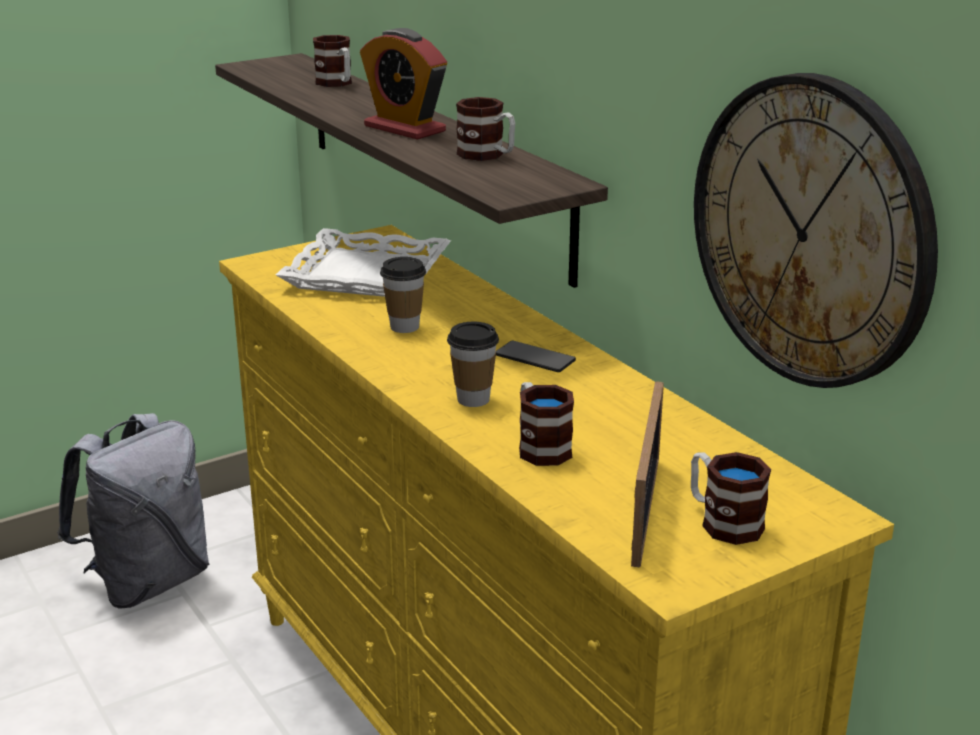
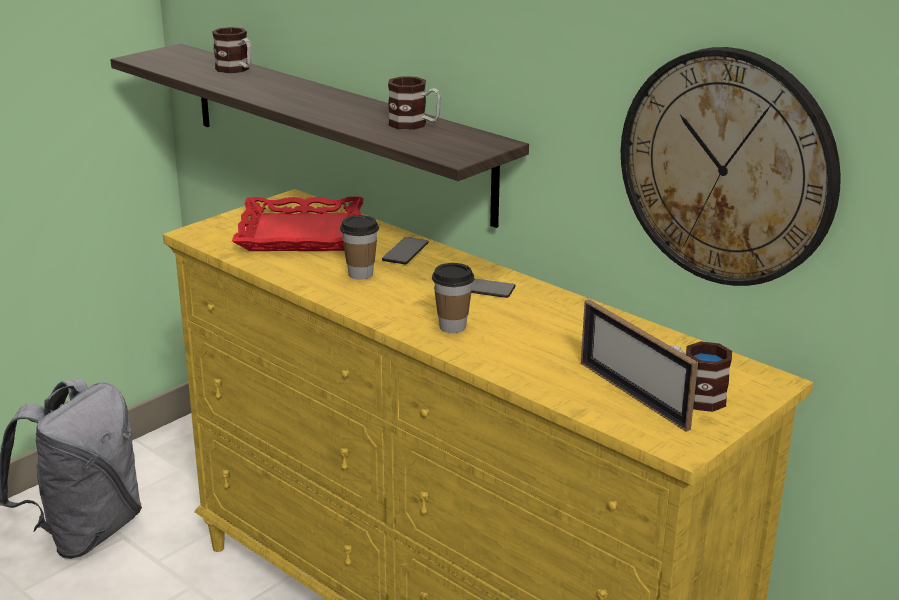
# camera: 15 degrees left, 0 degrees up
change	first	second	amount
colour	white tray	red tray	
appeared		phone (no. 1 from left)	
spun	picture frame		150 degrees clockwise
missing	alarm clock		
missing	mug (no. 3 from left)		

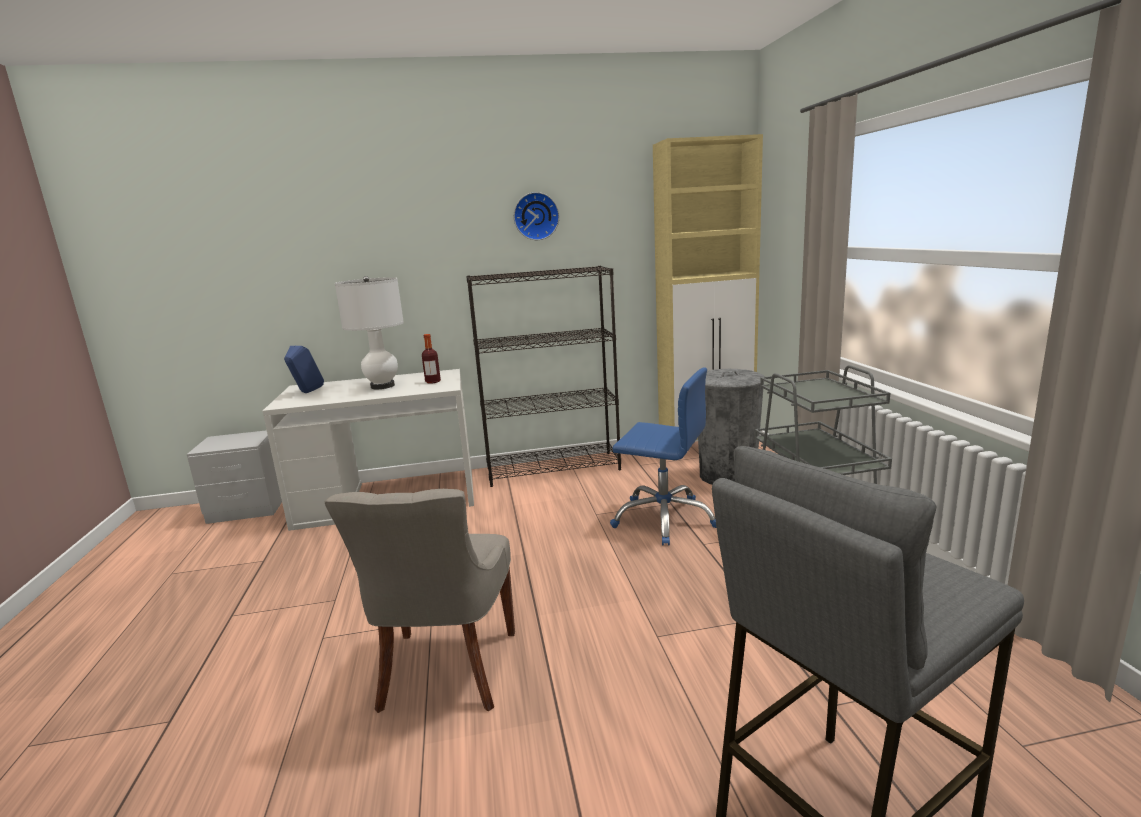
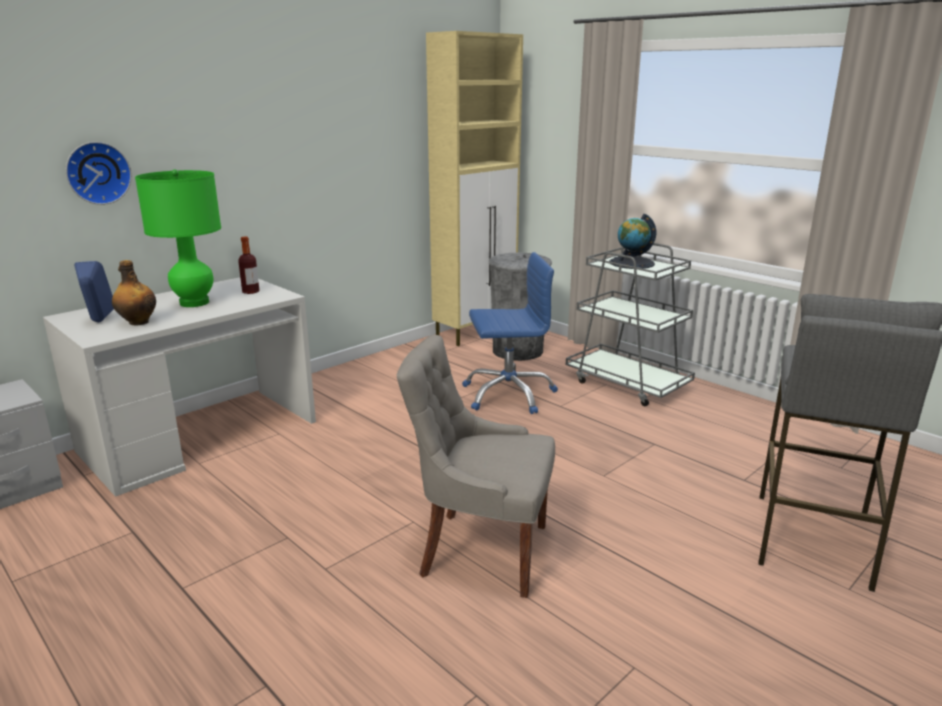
# camera: 35 degrees left, 5 degrees up
change	first	second	amount
relocated	wall clock		
appeared		bottle (no. 1 from left)	
colour	white table lamp	green table lamp	
spun	grey chair		135 degrees clockwise
appeared		globe	
missing	black bookcase		

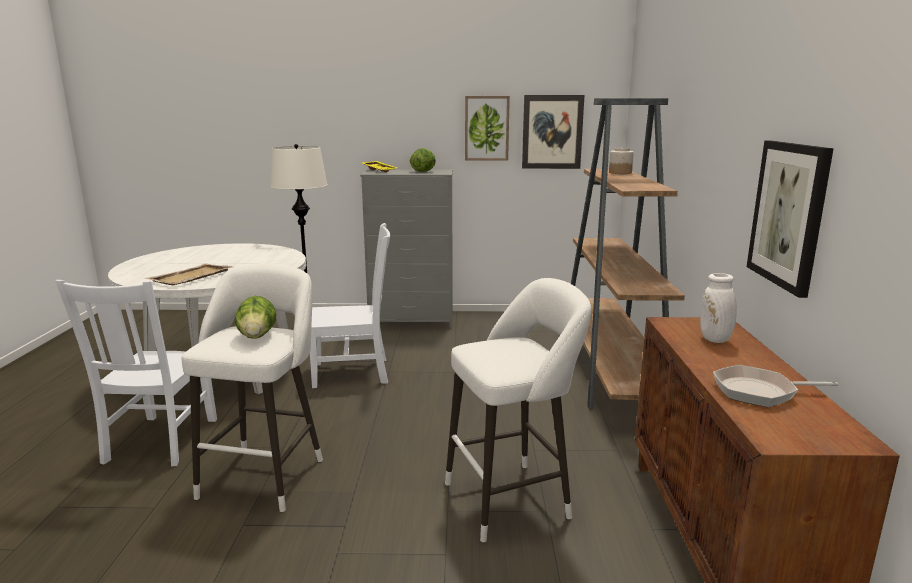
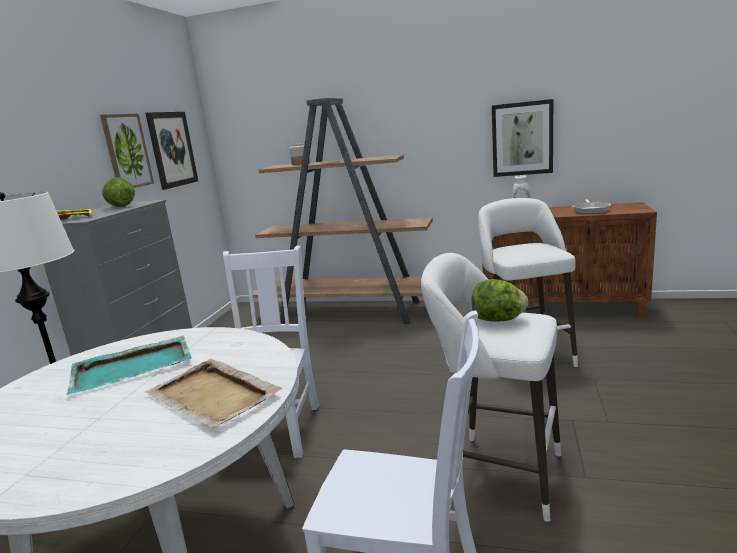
# camera: 75 degrees left, 0 degrees up
change	first	second	amount
appeared		turquoise tray	

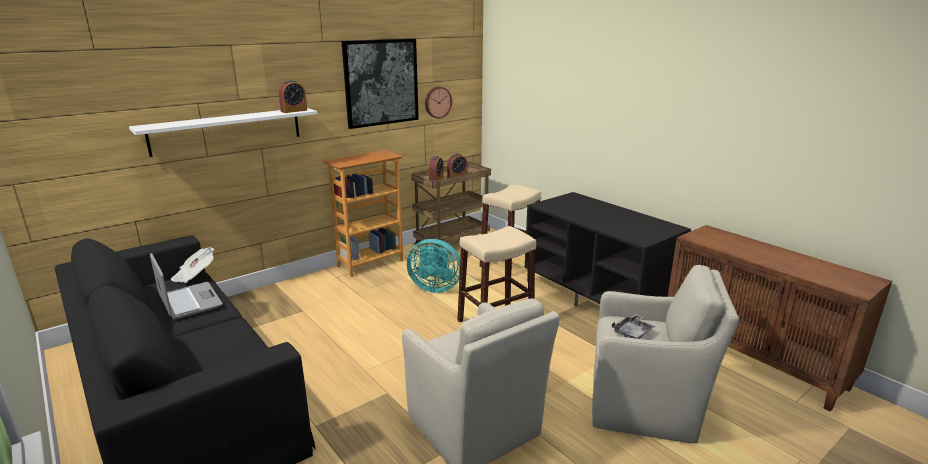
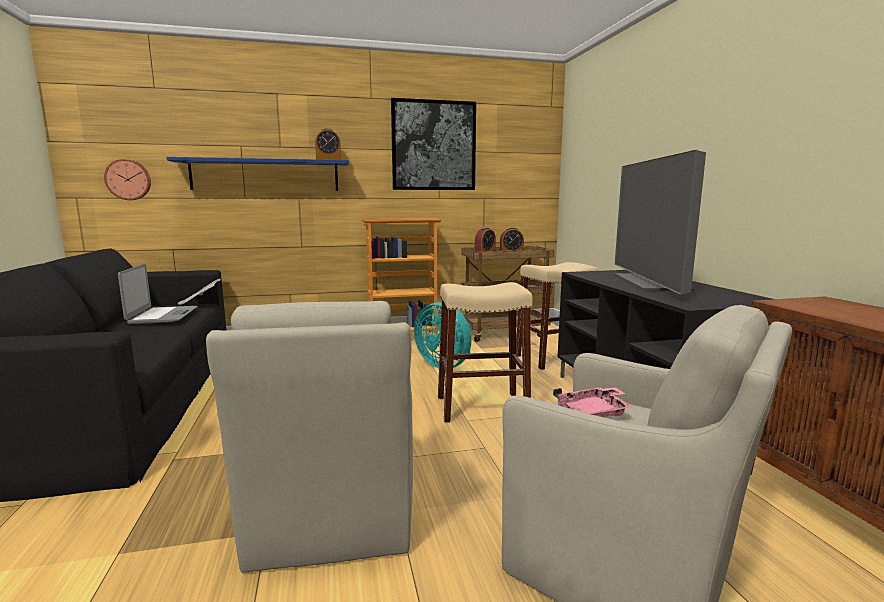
# camera: 25 degrees right, 10 degrees down
change	first	second	amount
relocated	wall clock		
colour	white shelf	blue shelf	
colour	grey tray	pink tray	
appeared		television	

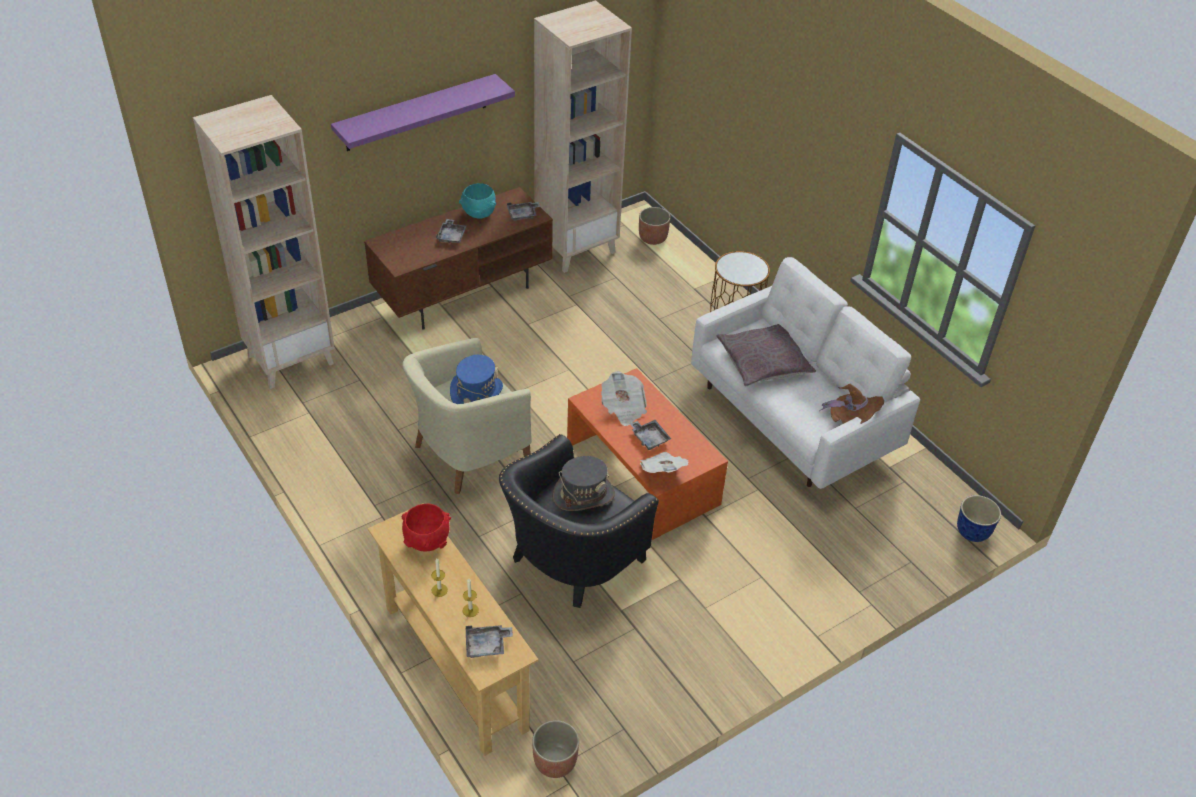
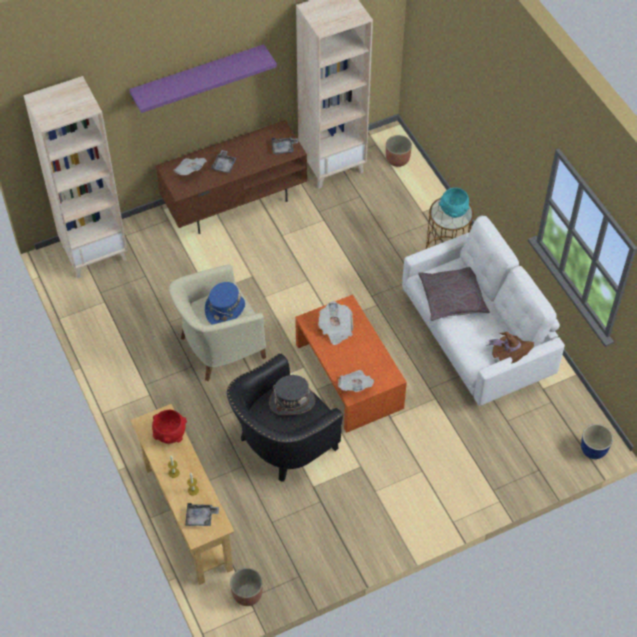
# camera: 10 degrees right, 10 degrees up
change	first	second	amount
appeared		newspaper (no. 1 from left)	
relocated	turquoise bowl		
missing	grey tray (no. 4 from left)		

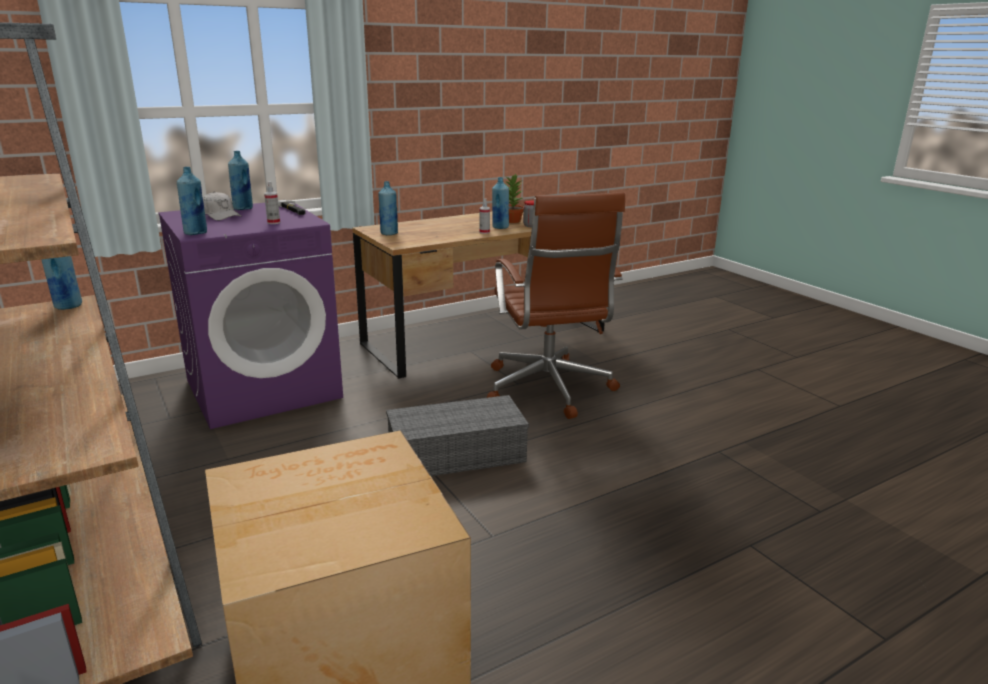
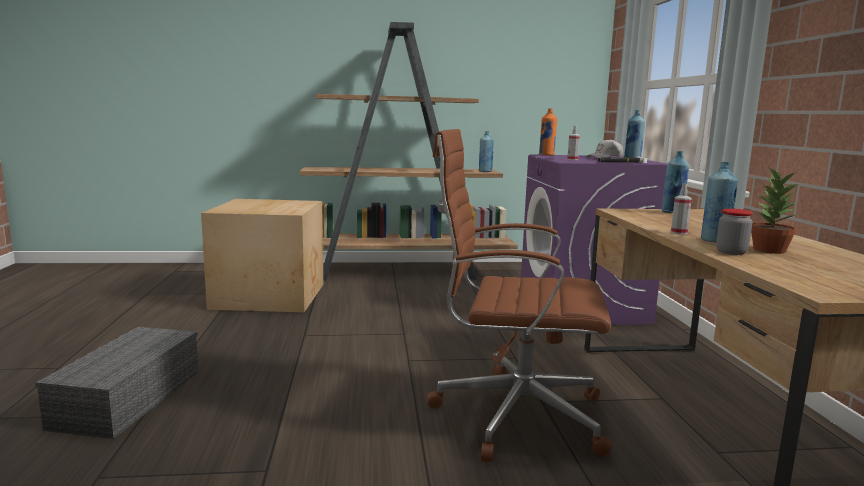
# camera: 115 degrees right, 10 degrees down
change	first	second	amount
relocated	grey storage box		
colour	blue bottle (no. 2 from left)	orange bottle	

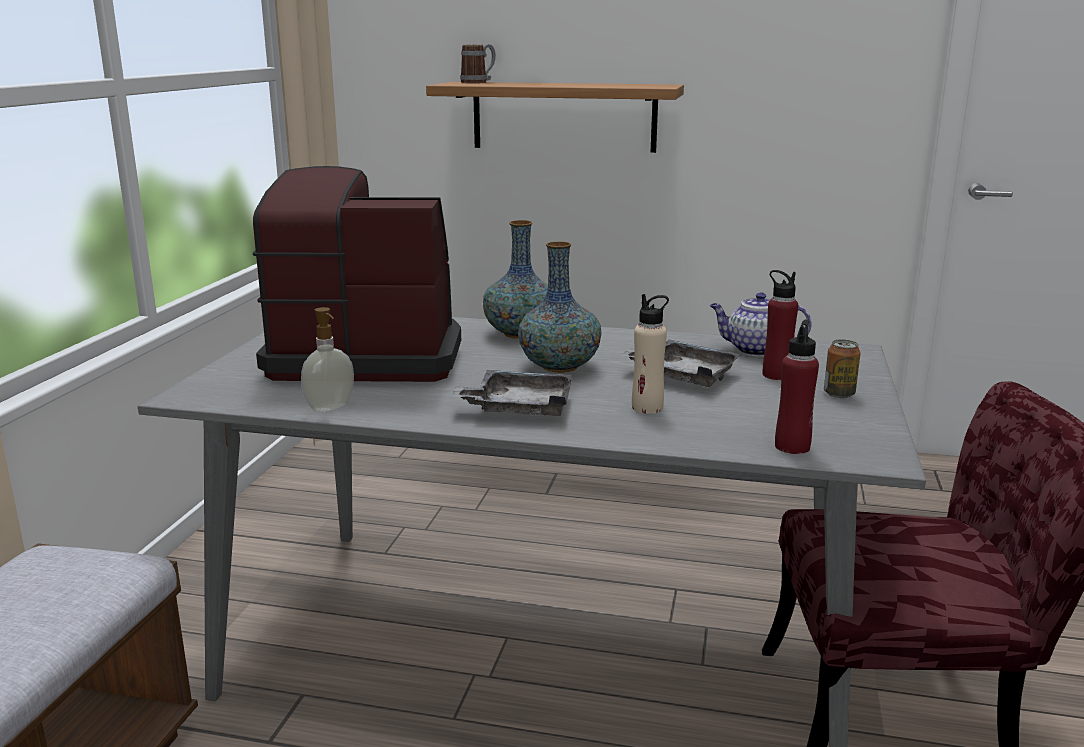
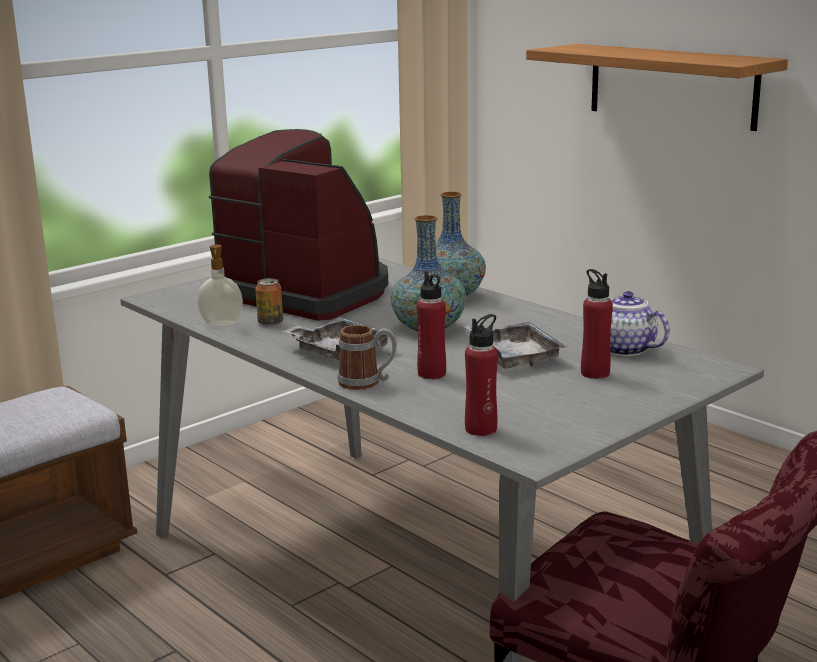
# camera: 35 degrees right, 0 degrees up
change	first	second	amount
relocated	can		
relocated	mug		
colour	beige bottle	red bottle (no. 1 from left)	

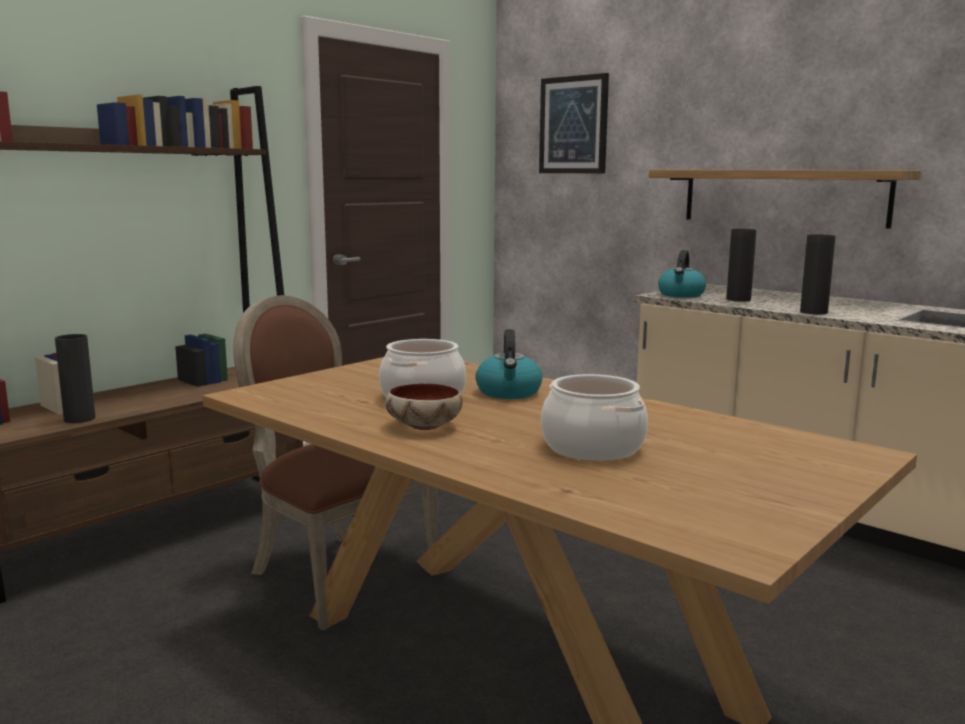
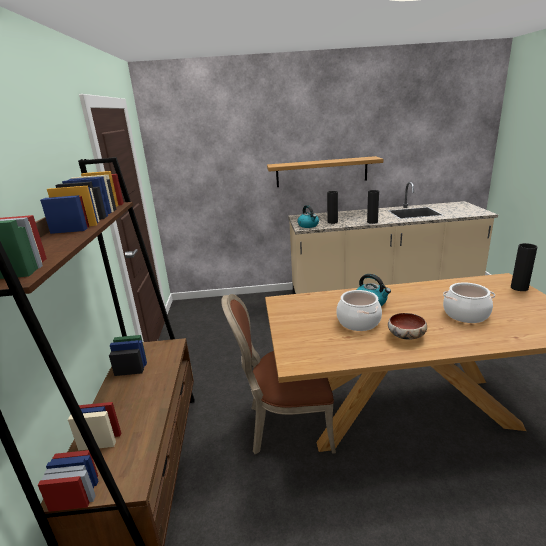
# camera: 45 degrees left, 10 degrees up
change	first	second	amount
relocated	black vase (no. 1 from left in the first image)	black vase (no. 3 from left)	
missing	picture		

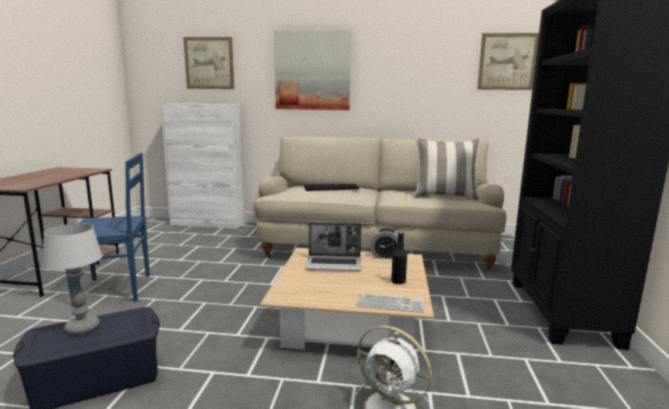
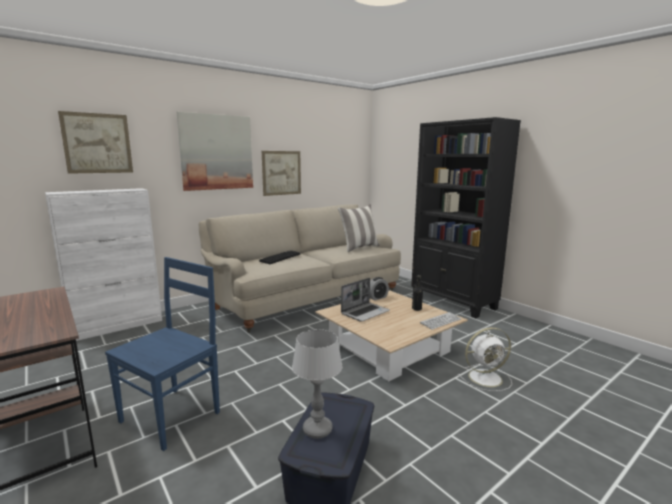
# camera: 45 degrees left, 0 degrees up
change	first	second	amount
relocated	picture (no. 3 from left)		

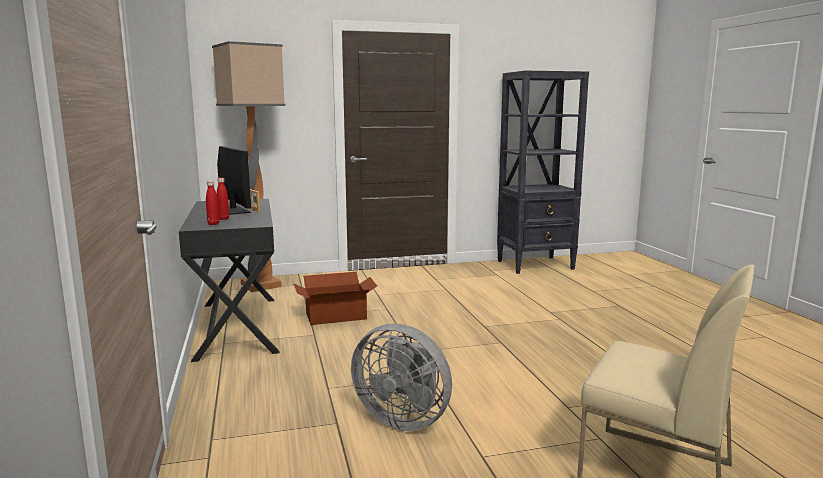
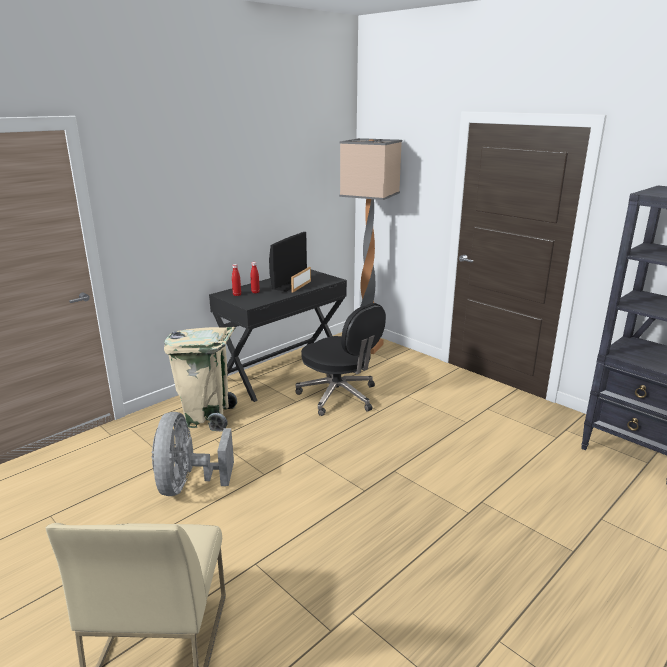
# camera: 60 degrees right, 10 degrees up
change	first	second	amount
appeared		beige trash can	
exchanged	cardboard box	black office chair	

